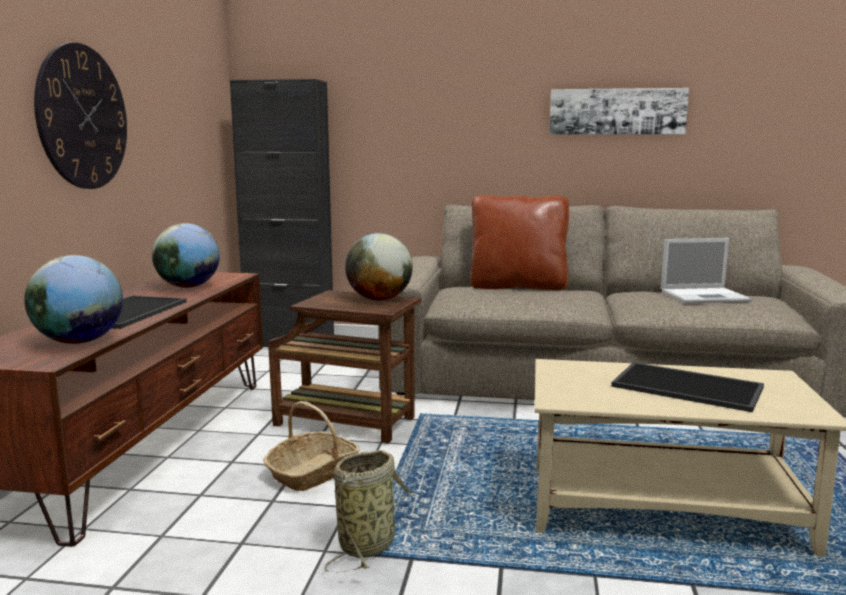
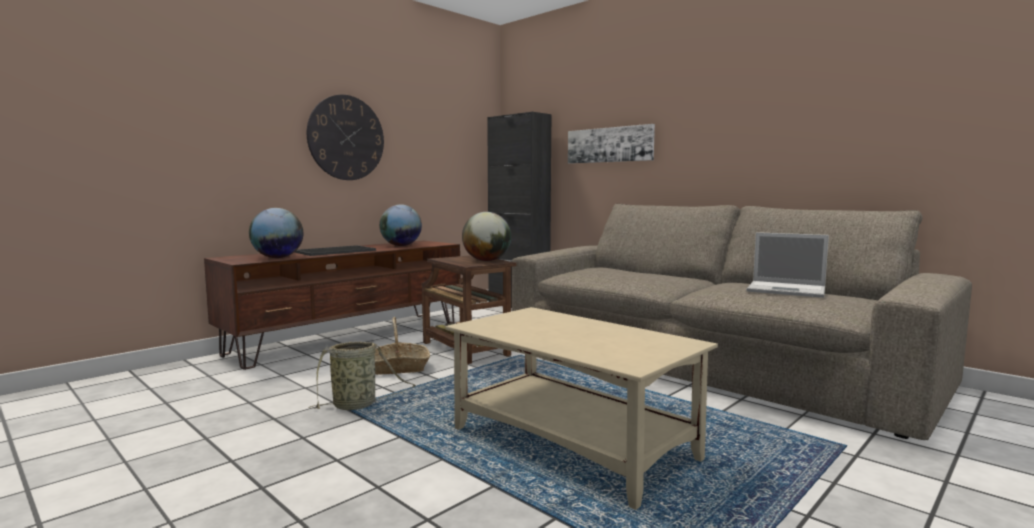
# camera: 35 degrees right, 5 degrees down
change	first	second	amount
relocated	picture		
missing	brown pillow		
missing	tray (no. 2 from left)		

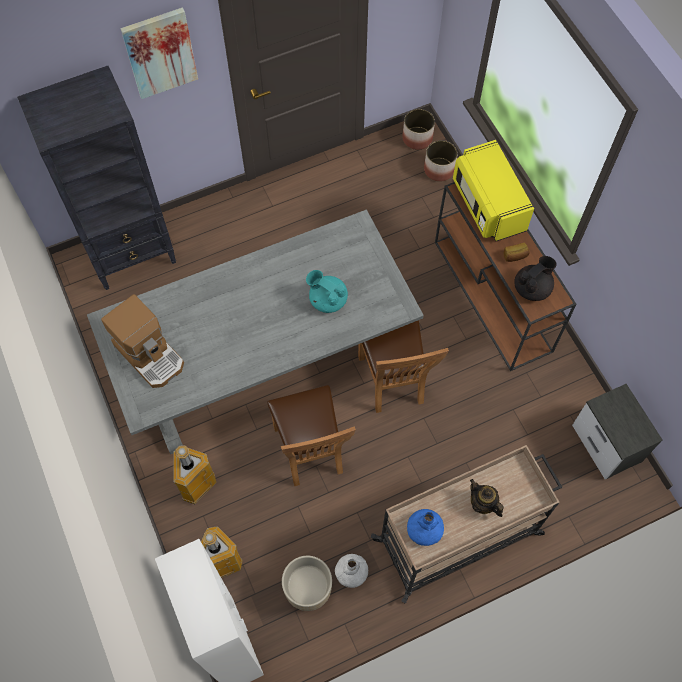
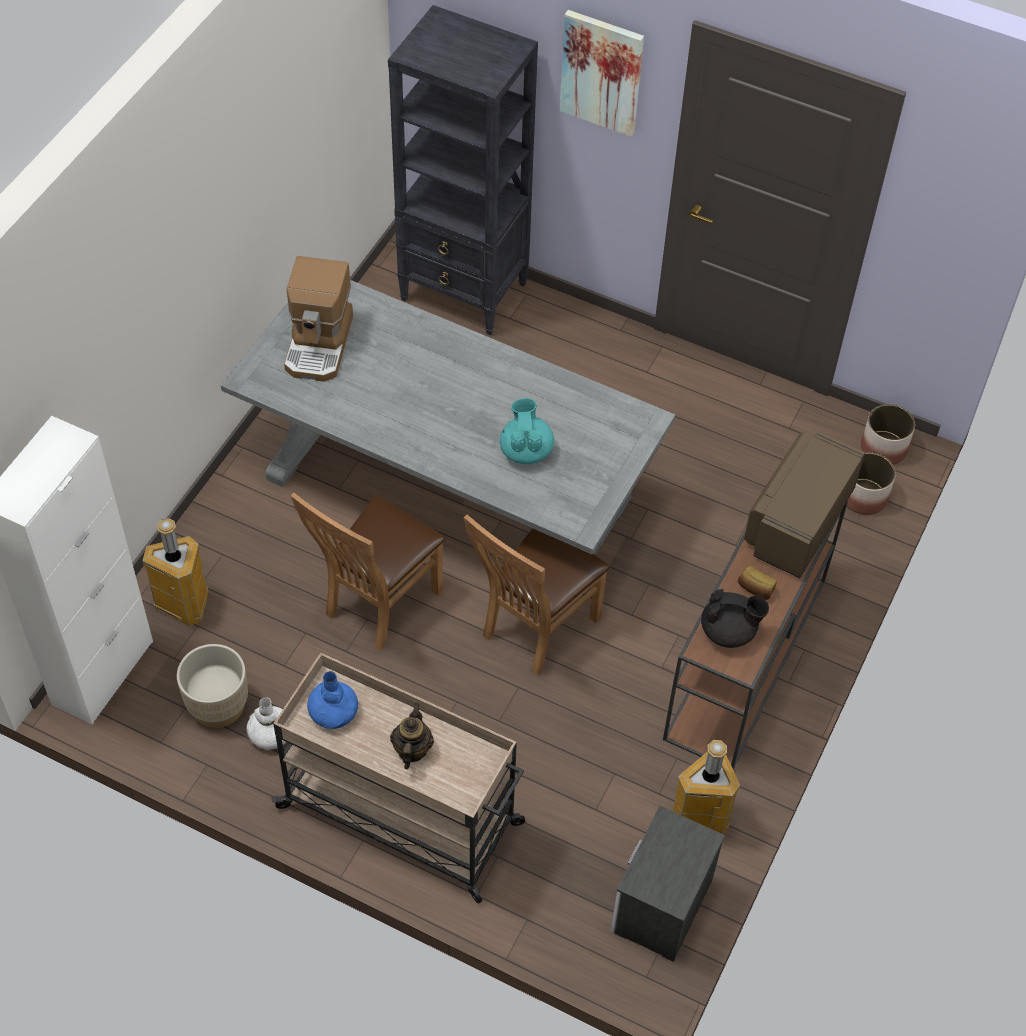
# camera: 50 degrees right, 10 degrees down
change	first	second	amount
relocated	trash can (no. 1 from left in the first image)	trash can (no. 2 from left)	
colour	yellow microwave	brown microwave	

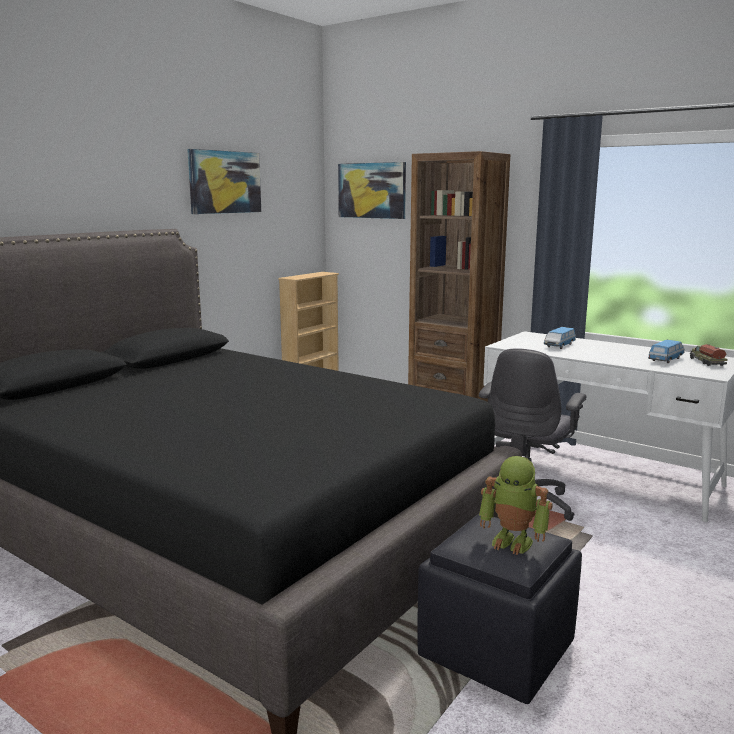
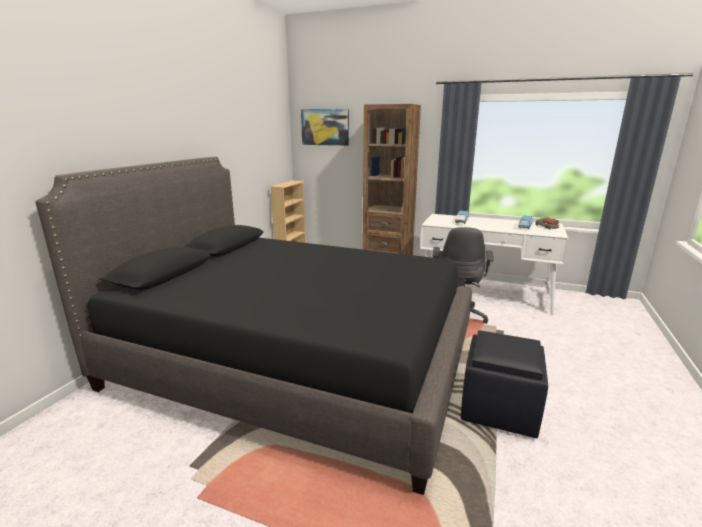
# camera: 15 degrees left, 5 degrees up
change	first	second	amount
missing	picture (no. 1 from left)		
missing	toy robot		

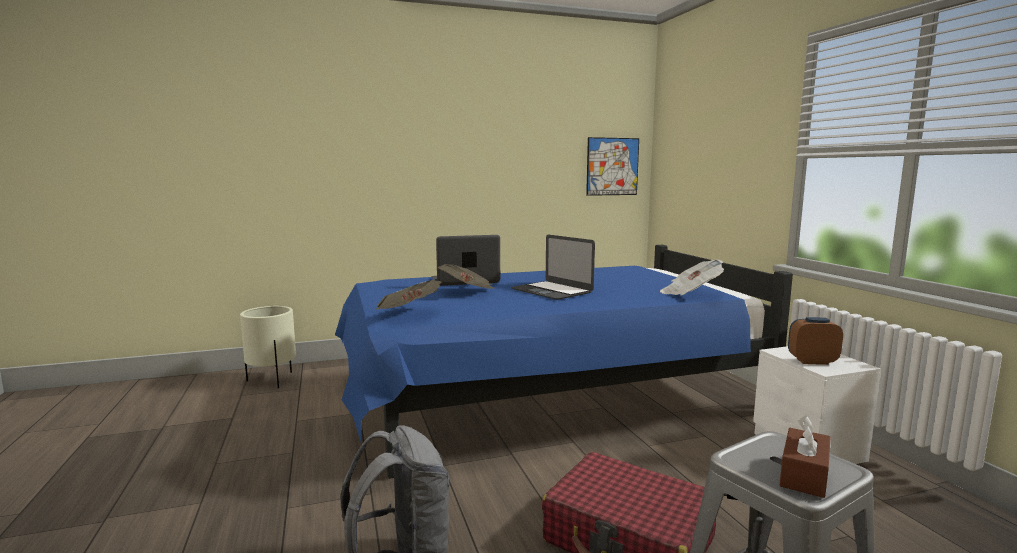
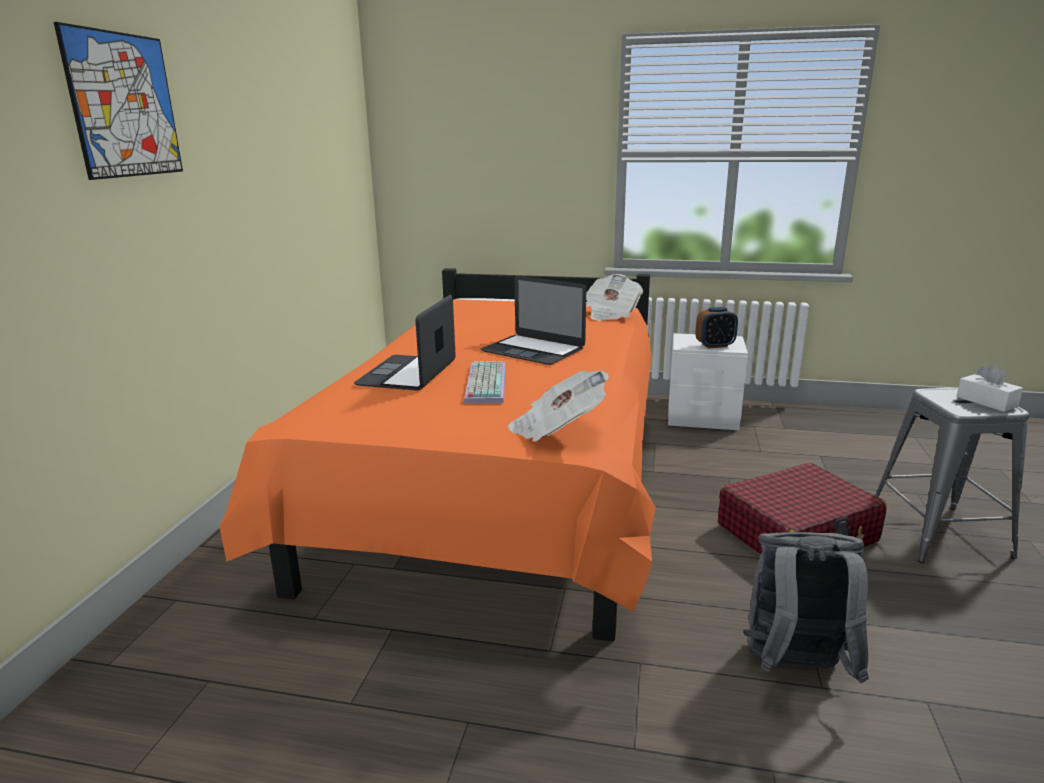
# camera: 60 degrees left, 10 degrees up
change	first	second	amount
relocated	picture		
colour	blue bed	orange bed	
exchanged	newspaper (no. 2 from left)	keyboard	
spun	laptop (no. 2 from left)		45 degrees clockwise
spun	alarm clock		135 degrees counterclockwise
colour	brown tissue box	white tissue box	
missing	beige planter		

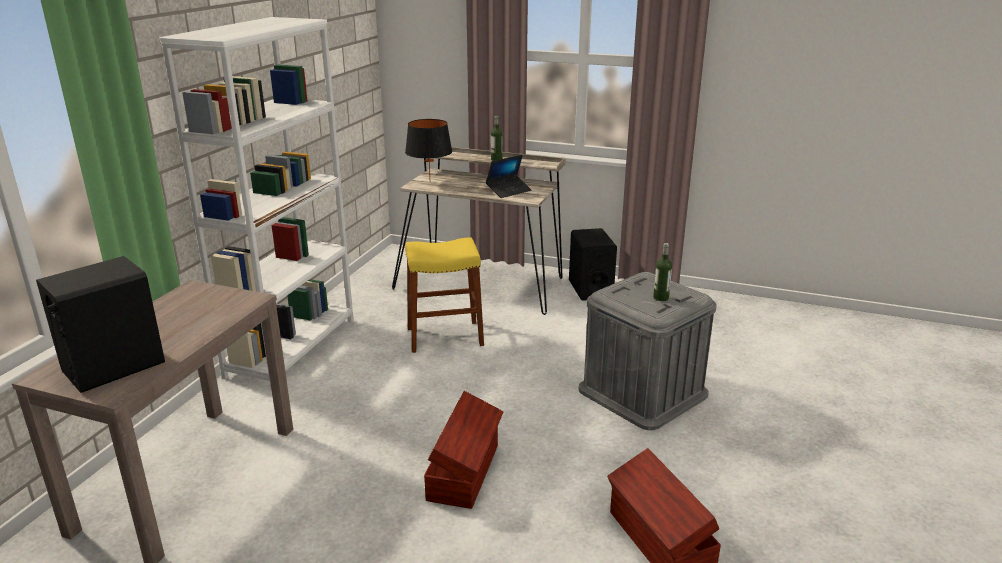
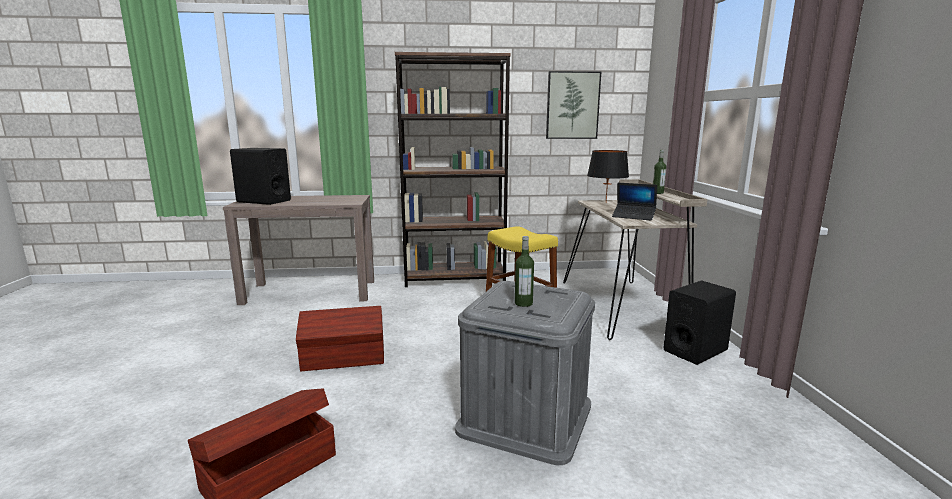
# camera: 65 degrees right, 10 degrees down
change	first	second	amount
colour	white bookcase	brown bookcase	
appeared		picture	

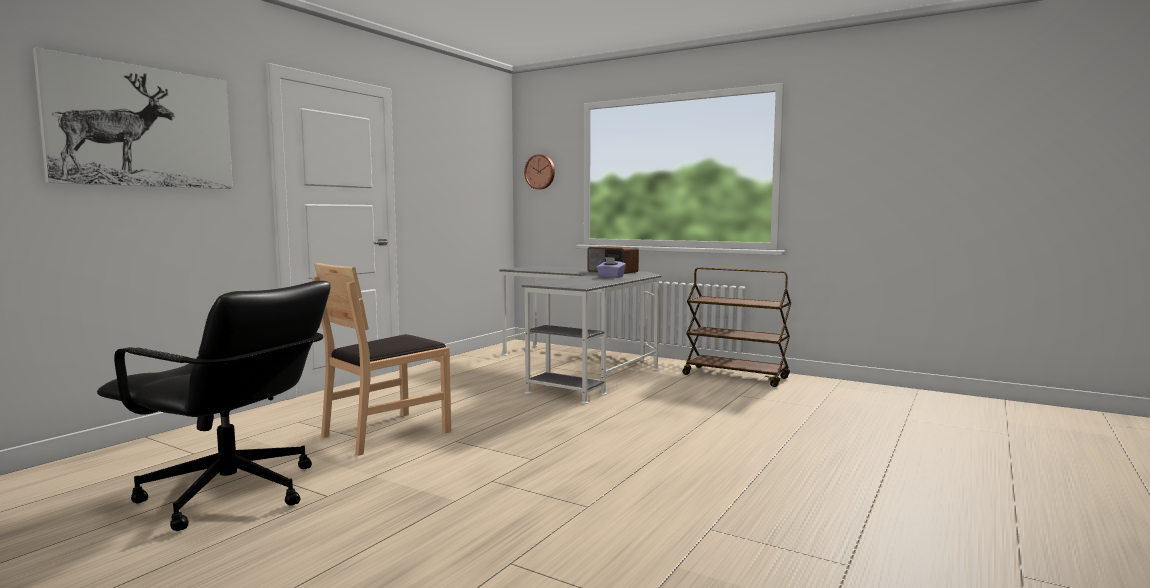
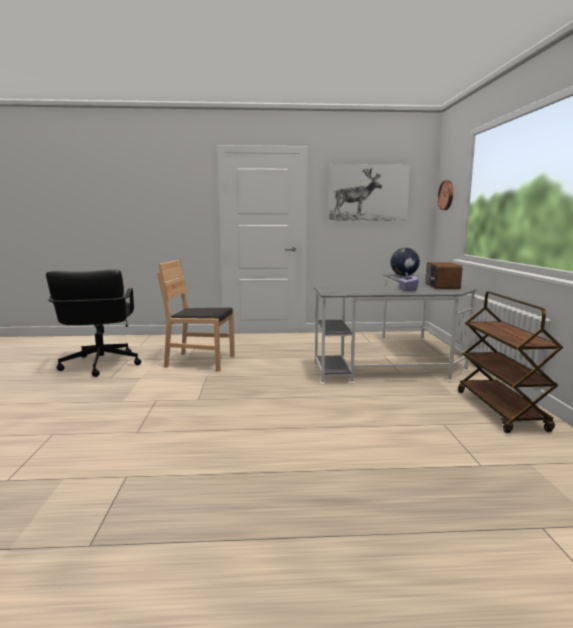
# camera: 55 degrees right, 5 degrees up
change	first	second	amount
relocated	picture		
appeared		globe	

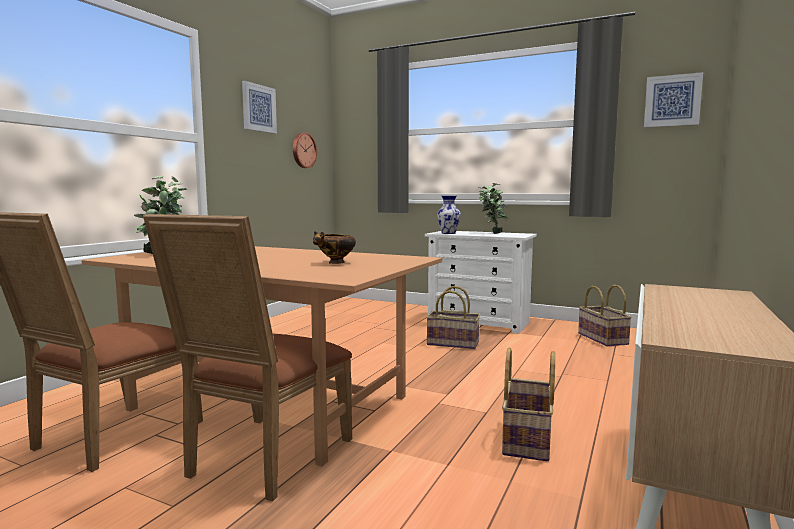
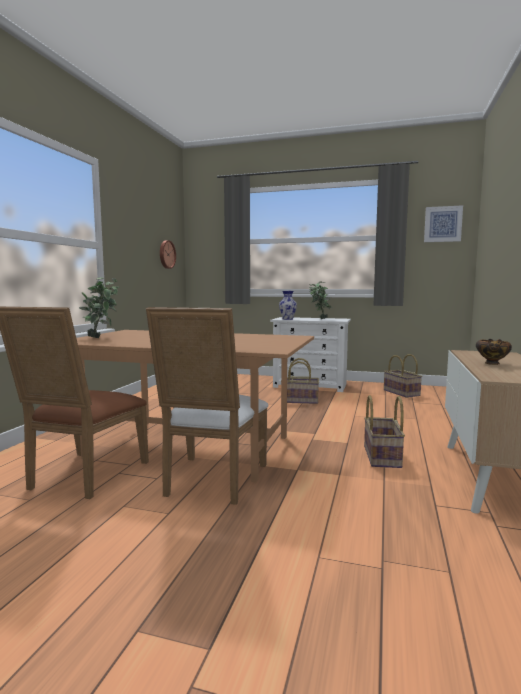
# camera: 10 degrees left, 0 degrees up
change	first	second	amount
colour	brown chair (no. 2 from left)	white chair	
relocated	bowl		
missing	picture (no. 1 from left)		

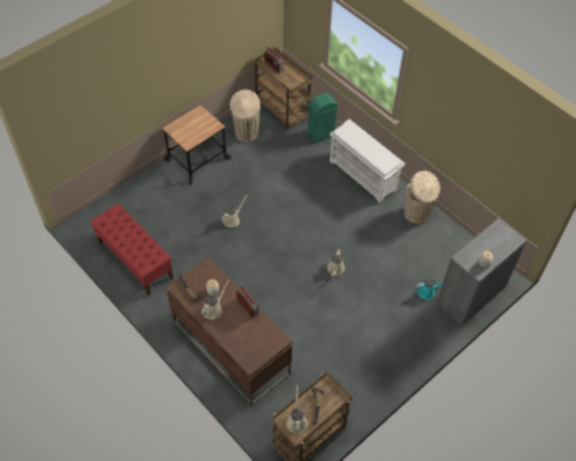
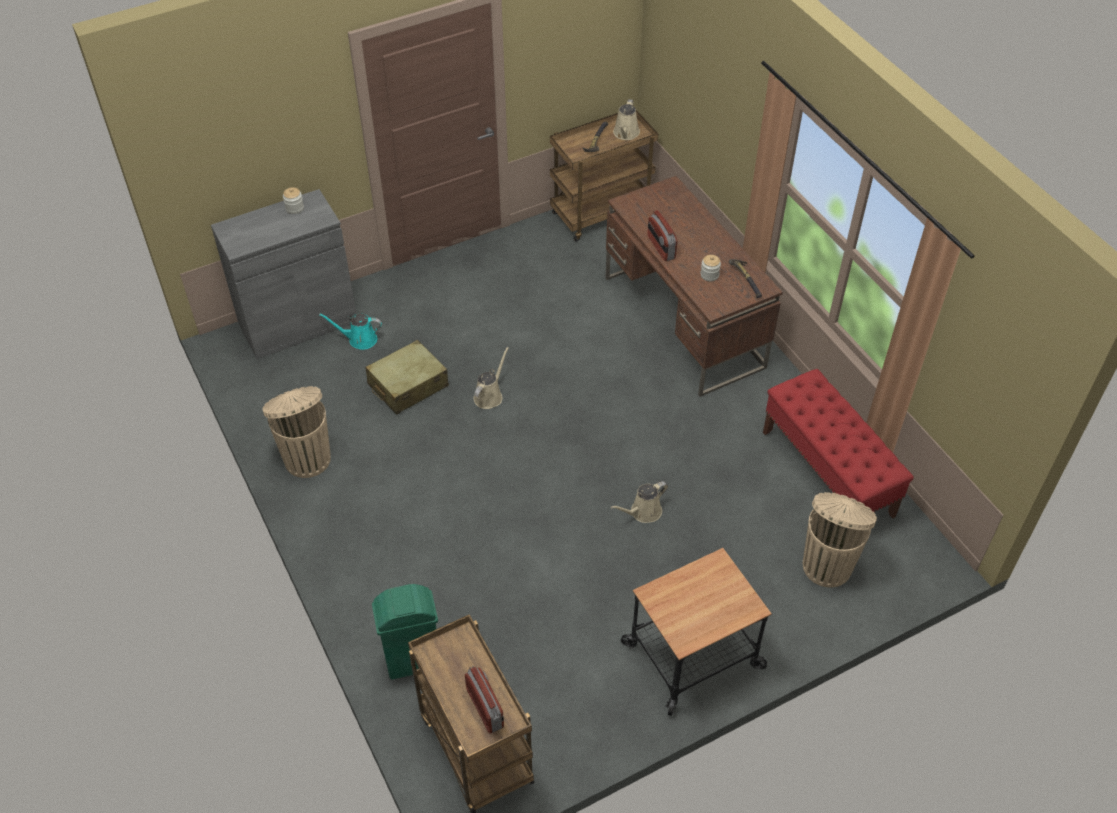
# camera: 165 degrees left, 5 degrees down
change	first	second	amount
appeared		beige suitcase	
relocated	beige trash can (no. 1 from left in the first image)	beige trash can (no. 2 from left)	
missing	beige watering can (no. 1 from left)		
missing	white shoe rack		

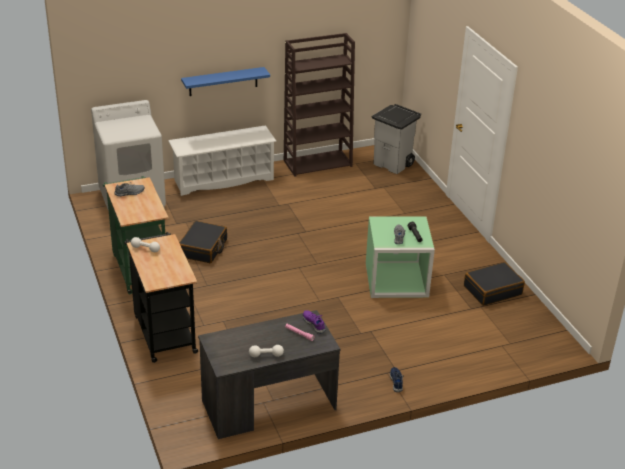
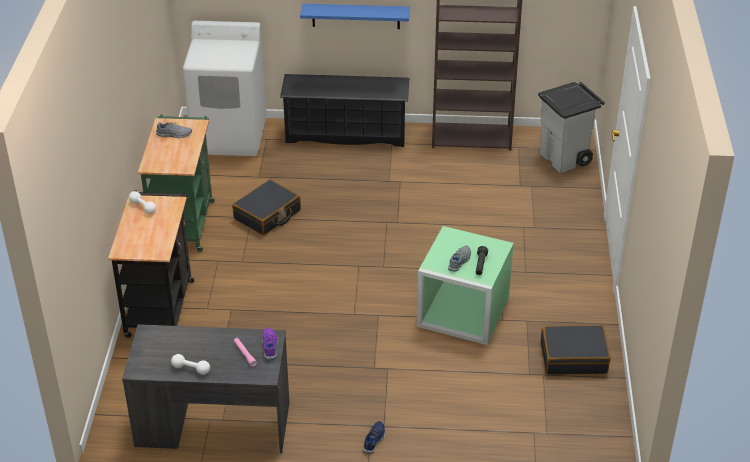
# camera: 25 degrees right, 5 degrees up
change	first	second	amount
colour	white shoe rack	black shoe rack	

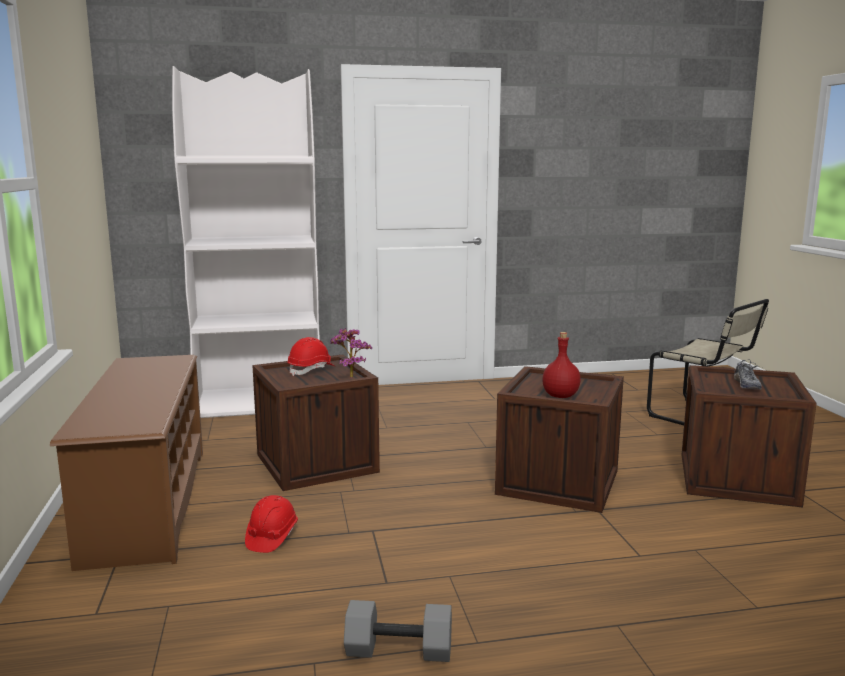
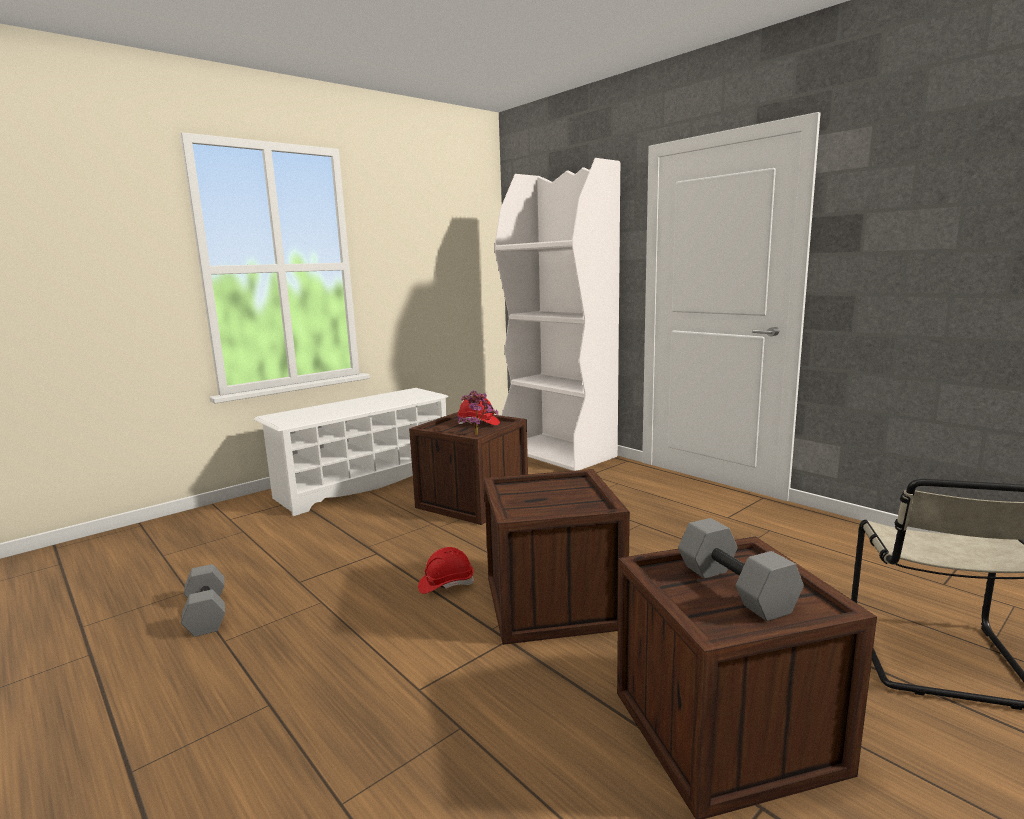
# camera: 60 degrees right, 0 degrees up
change	first	second	amount
colour	brown shoe rack	white shoe rack	
relocated	red hard hat (no. 1 from left)		
exchanged	shoe	grey dumbbell (no. 2 from left)	
missing	red bottle		

